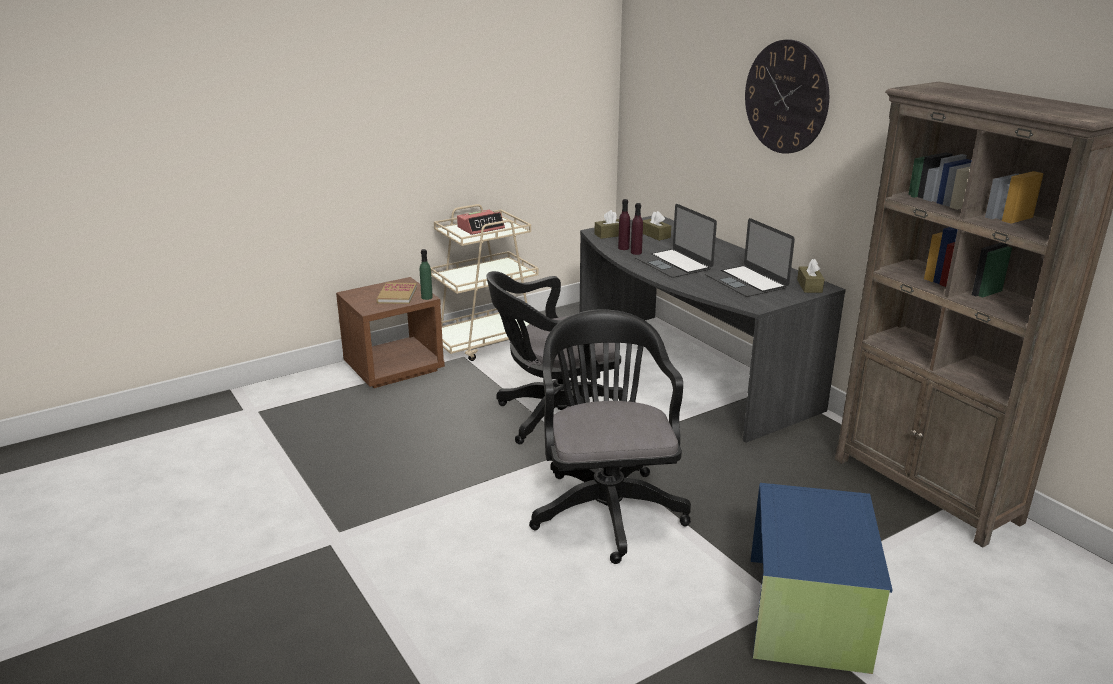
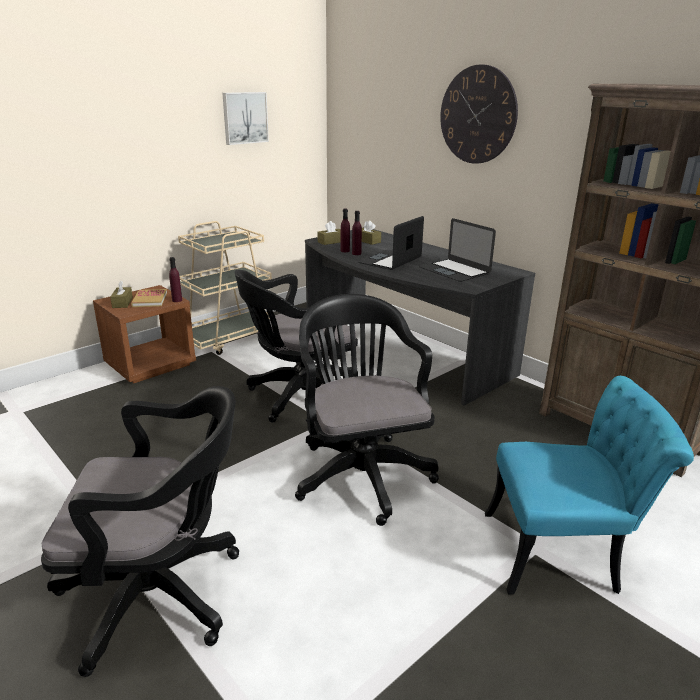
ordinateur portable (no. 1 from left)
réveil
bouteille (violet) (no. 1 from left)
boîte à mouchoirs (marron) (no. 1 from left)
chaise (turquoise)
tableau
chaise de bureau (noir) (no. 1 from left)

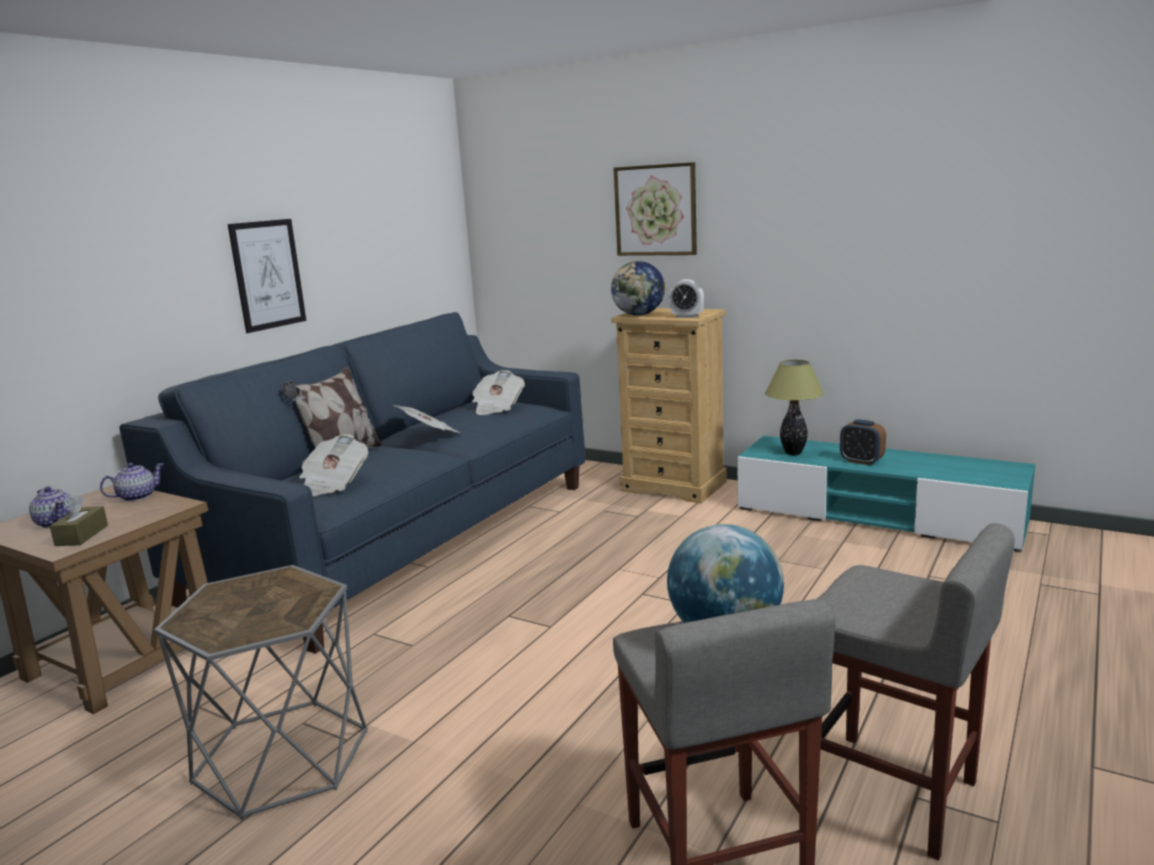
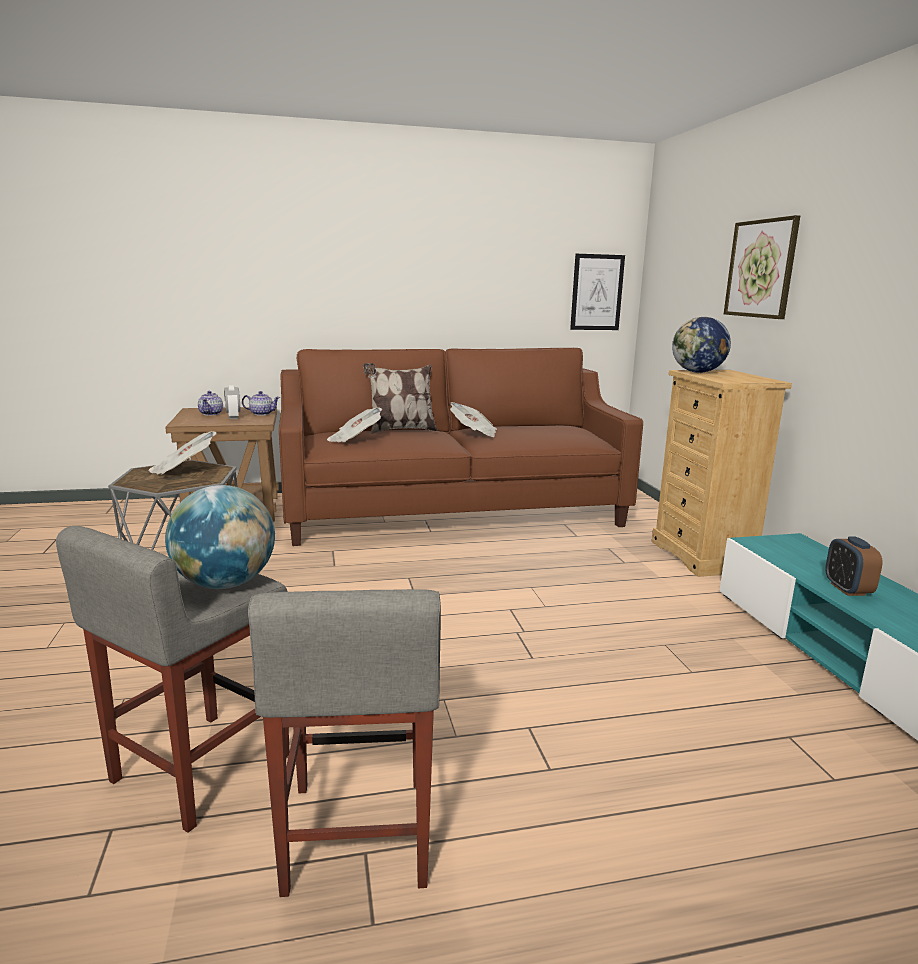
tableau (no. 1 from left)
réveil (no. 1 from left)
canapé (marron)
lampe de table
journal (no. 1 from left)
boîte à mouchoirs (marron)

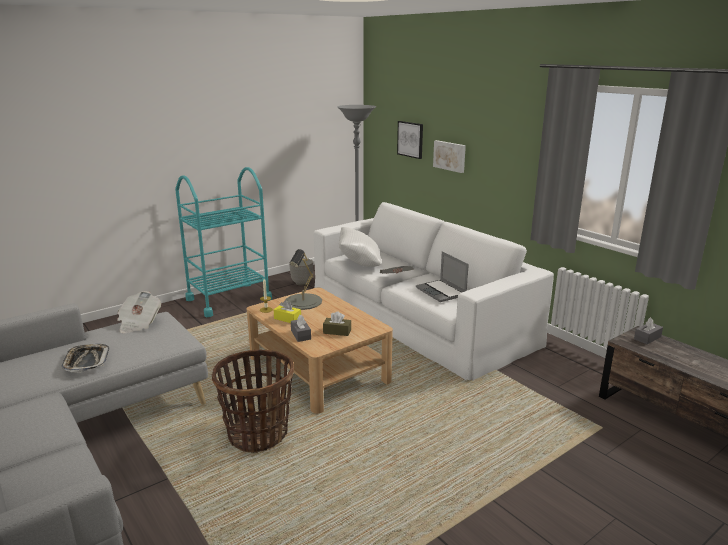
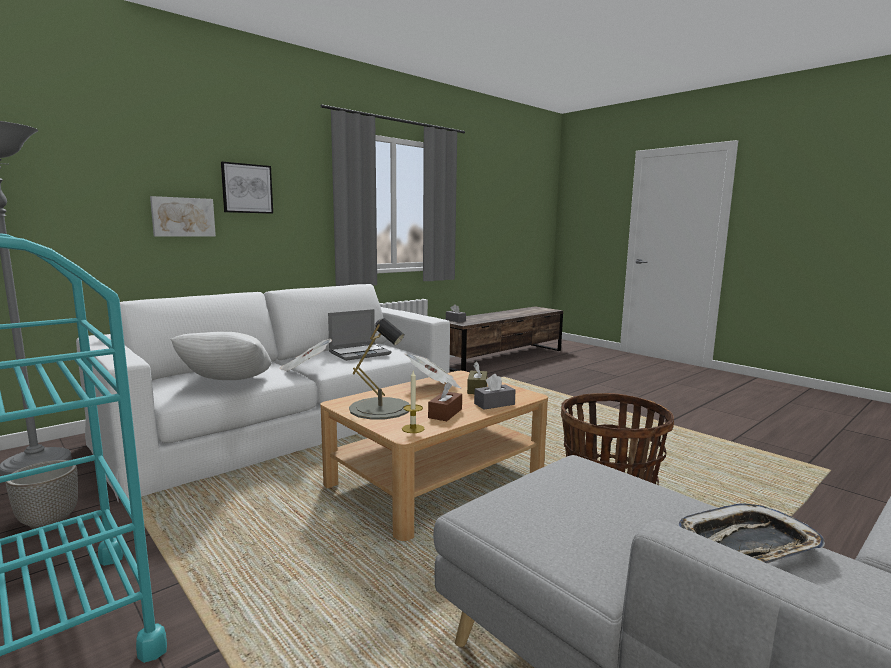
tableau (no. 2 from left)
journal (no. 2 from left)
boîte à mouchoirs (marron) (no. 1 from left)

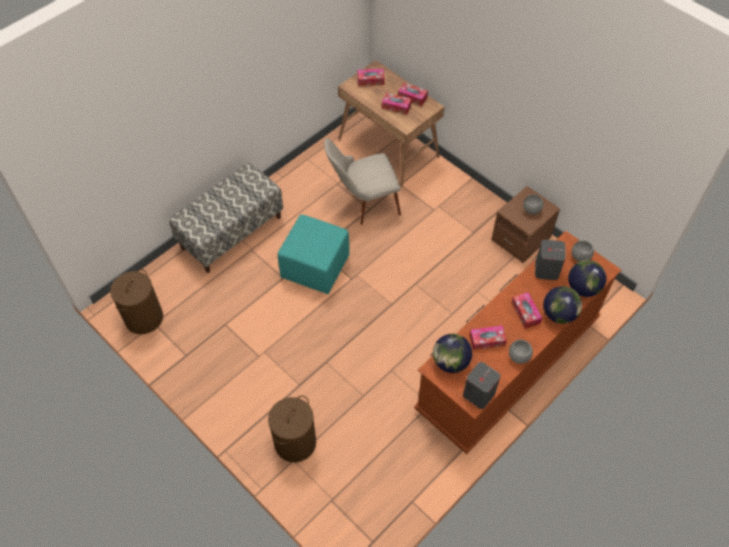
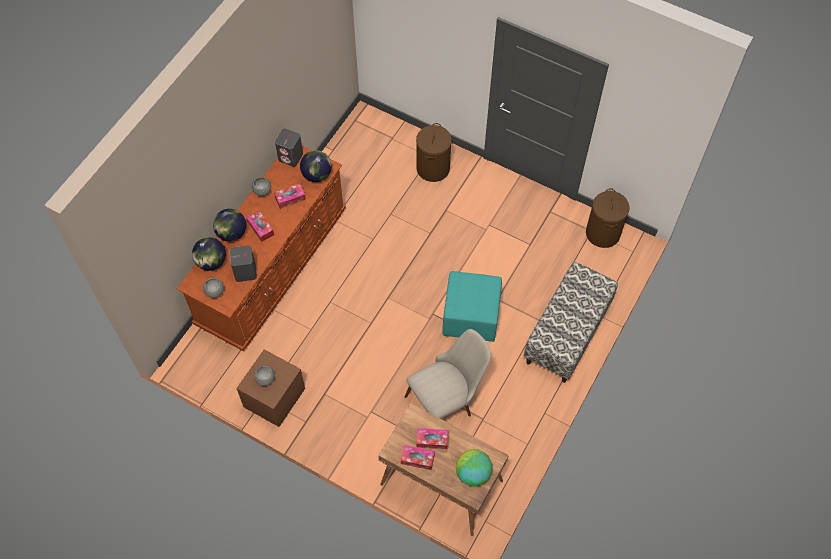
globe (no. 4 from left)

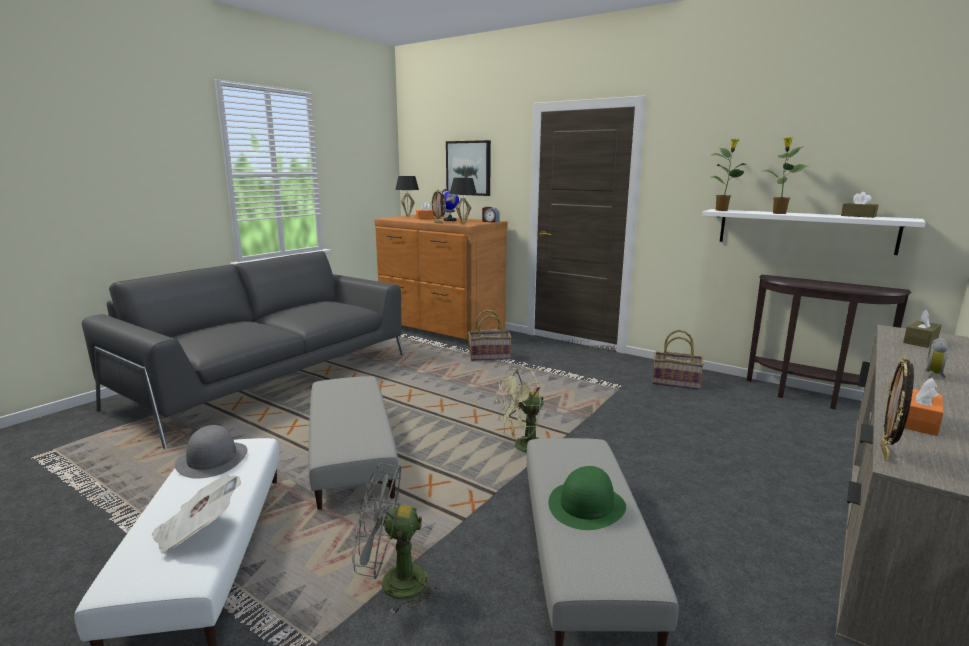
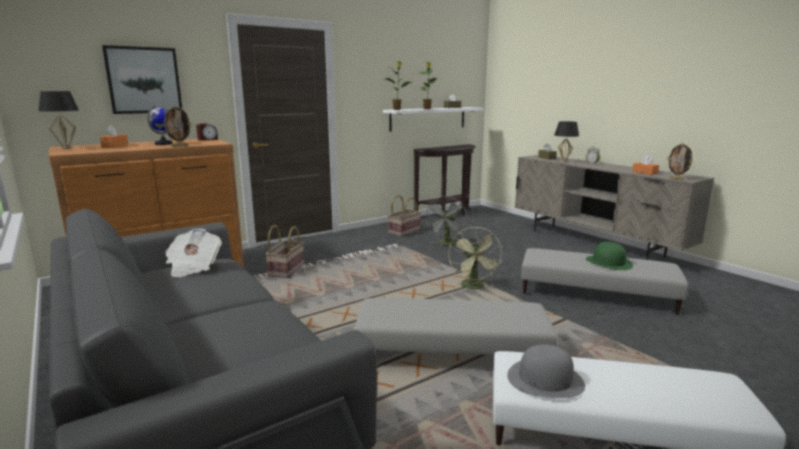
lampe de table (noir) (no. 2 from left)
ventilateur (gris)
journal

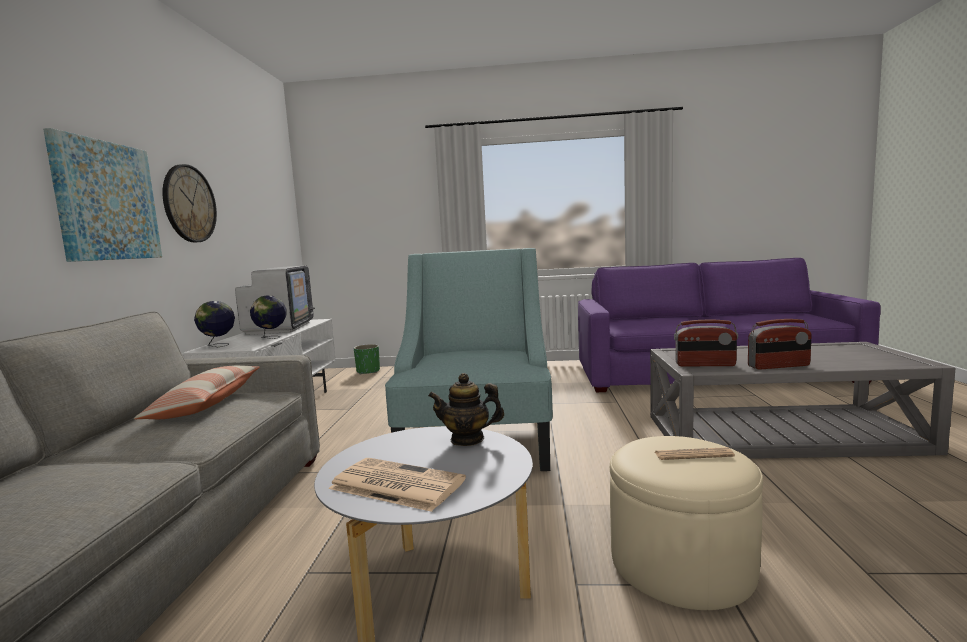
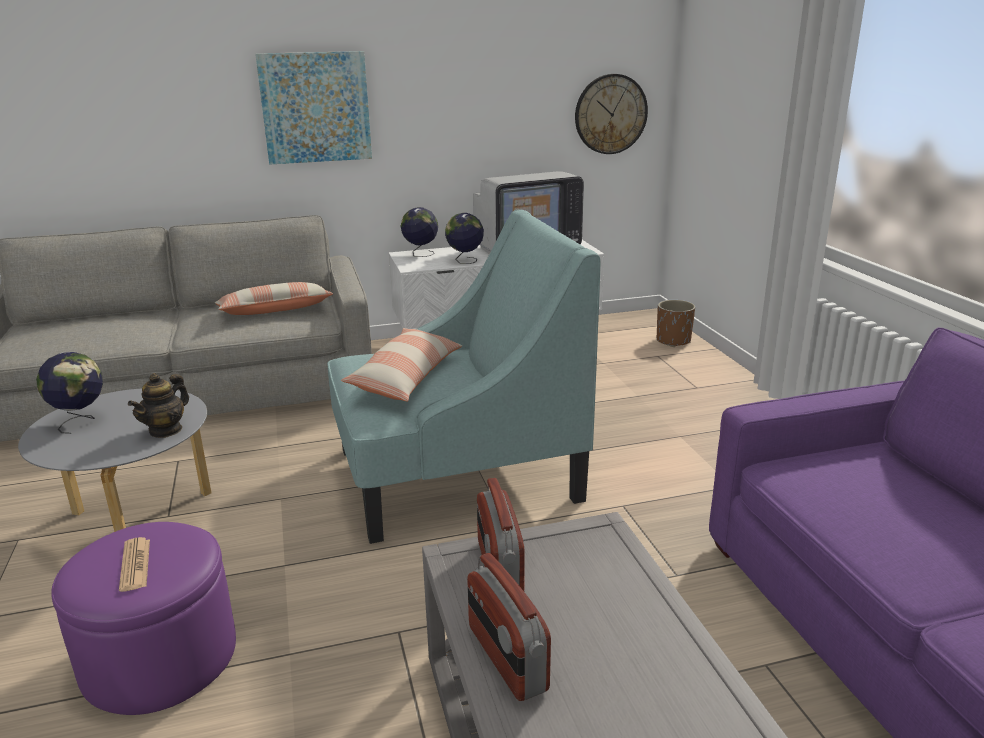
horloge murale
cache-pot (marron)
théière
pouf (violet)
globe (no. 1 from left)
coussin (no. 2 from left)

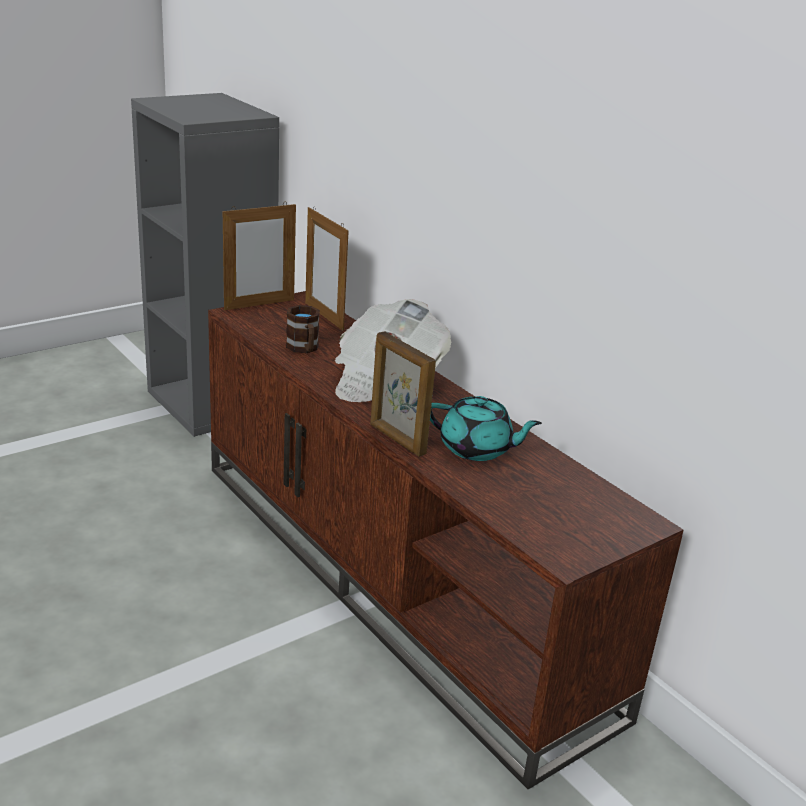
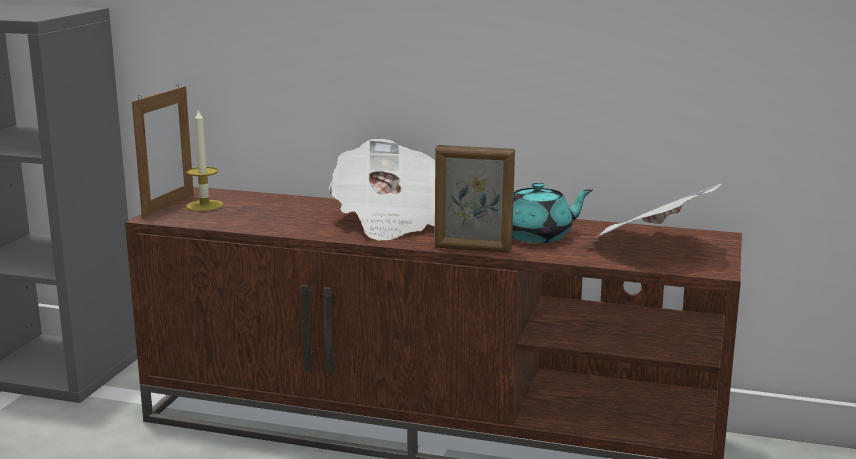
cadre photo (no. 2 from left in the first image)
mug (marron)
bougie
journal (no. 2 from left)

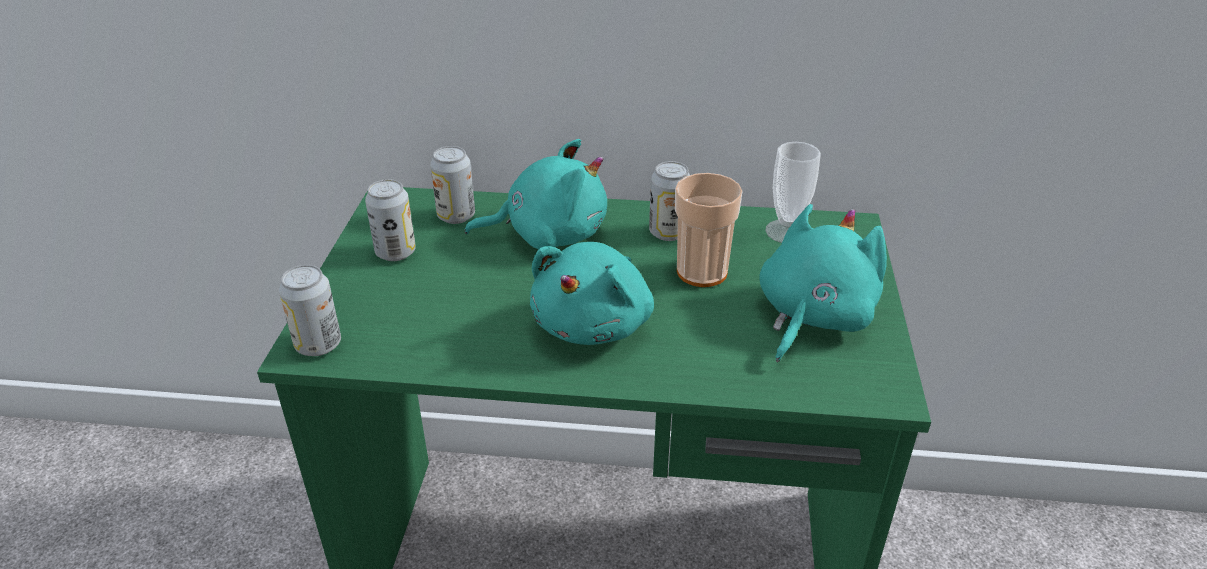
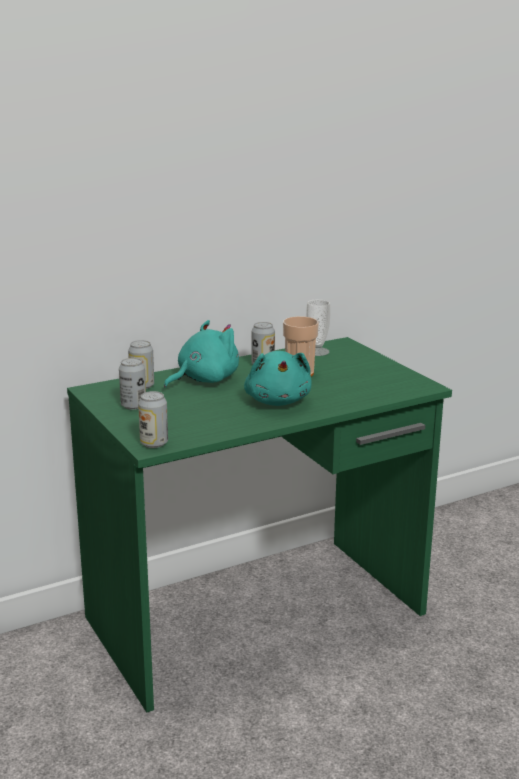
peluche (turquoise) (no. 3 from left in the first image)

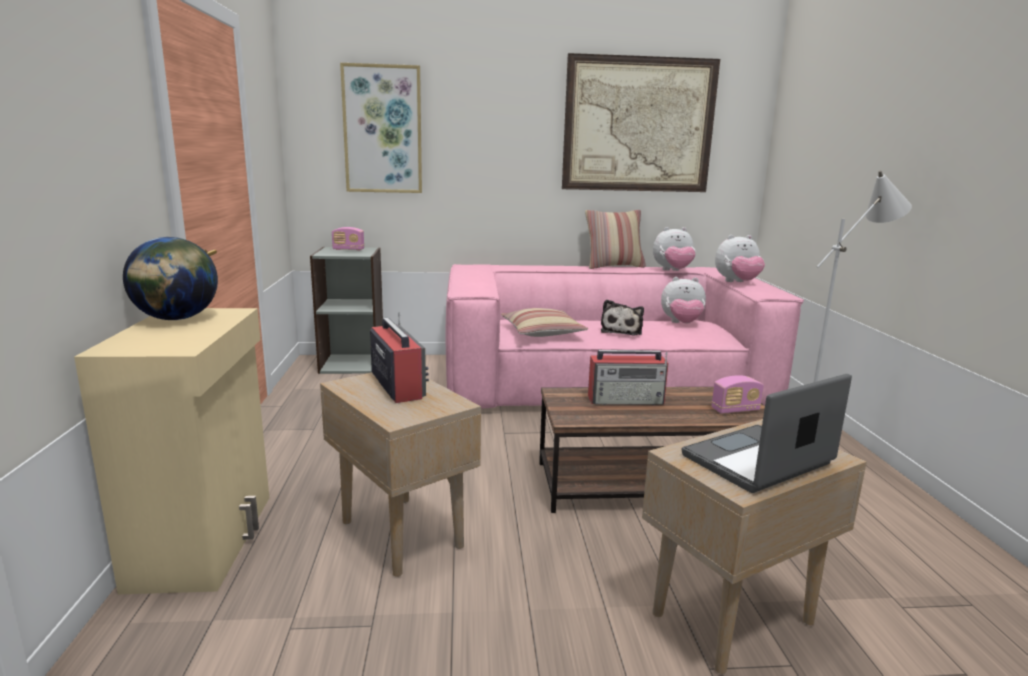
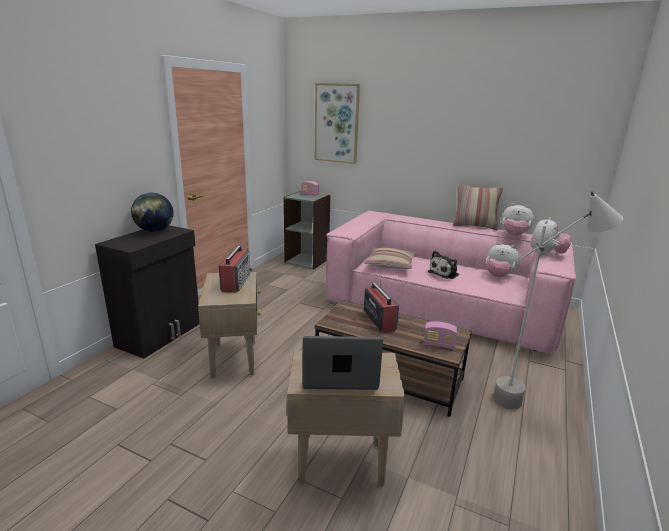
tableau (no. 2 from left in the first image)
peluche (no. 4 from left)
meuble de rangement (noir)
radio (no. 3 from left)

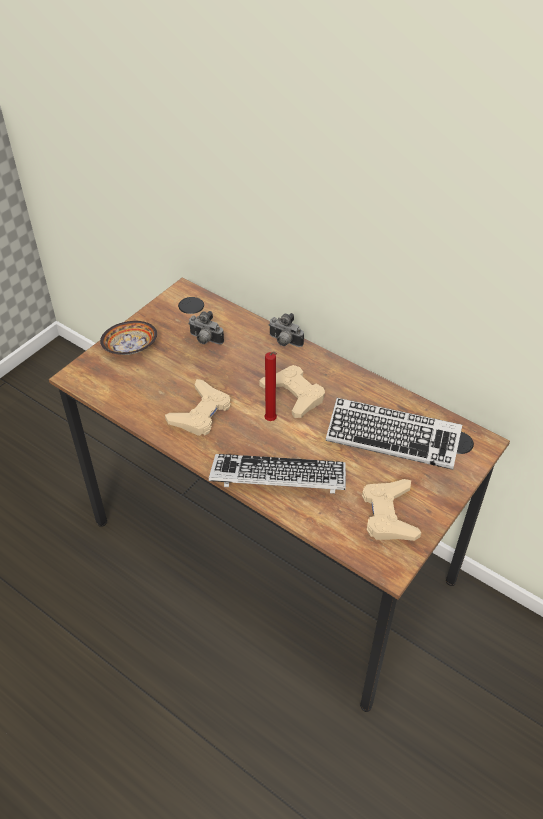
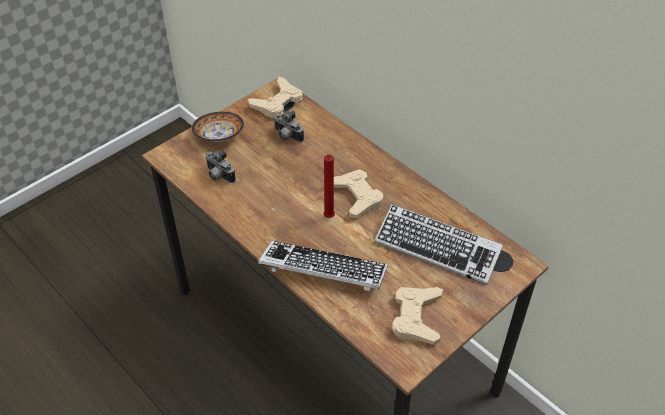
appareil photo (no. 1 from left)
manette (beige) (no. 1 from left)

